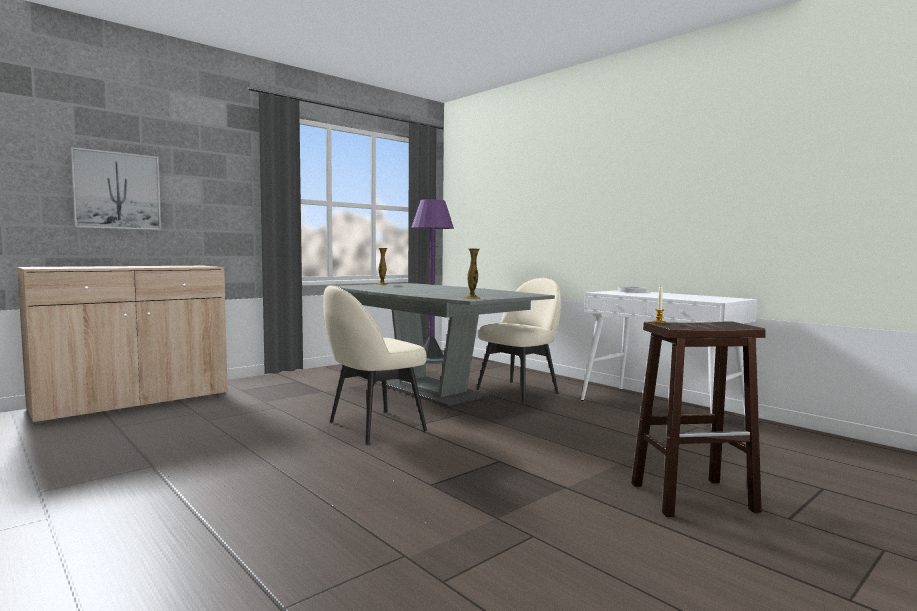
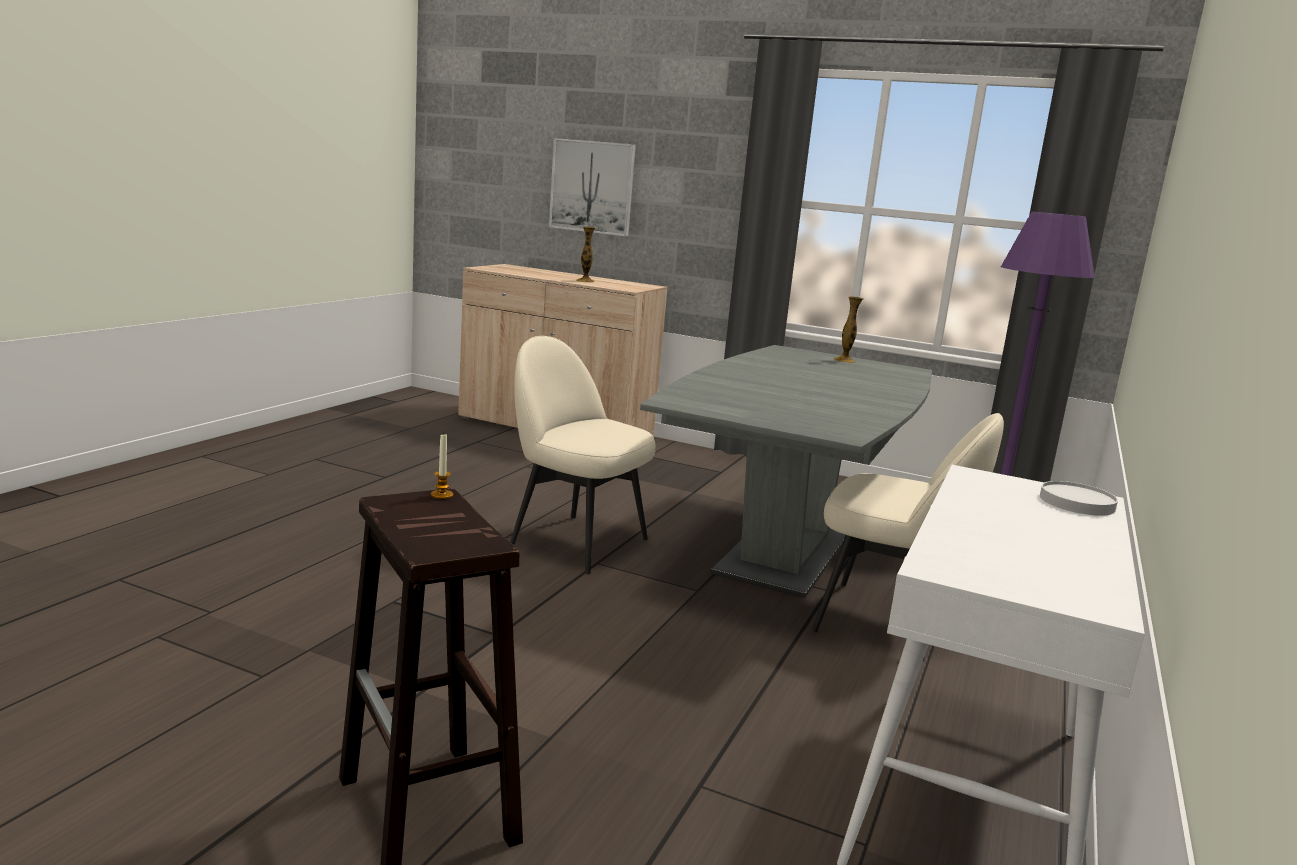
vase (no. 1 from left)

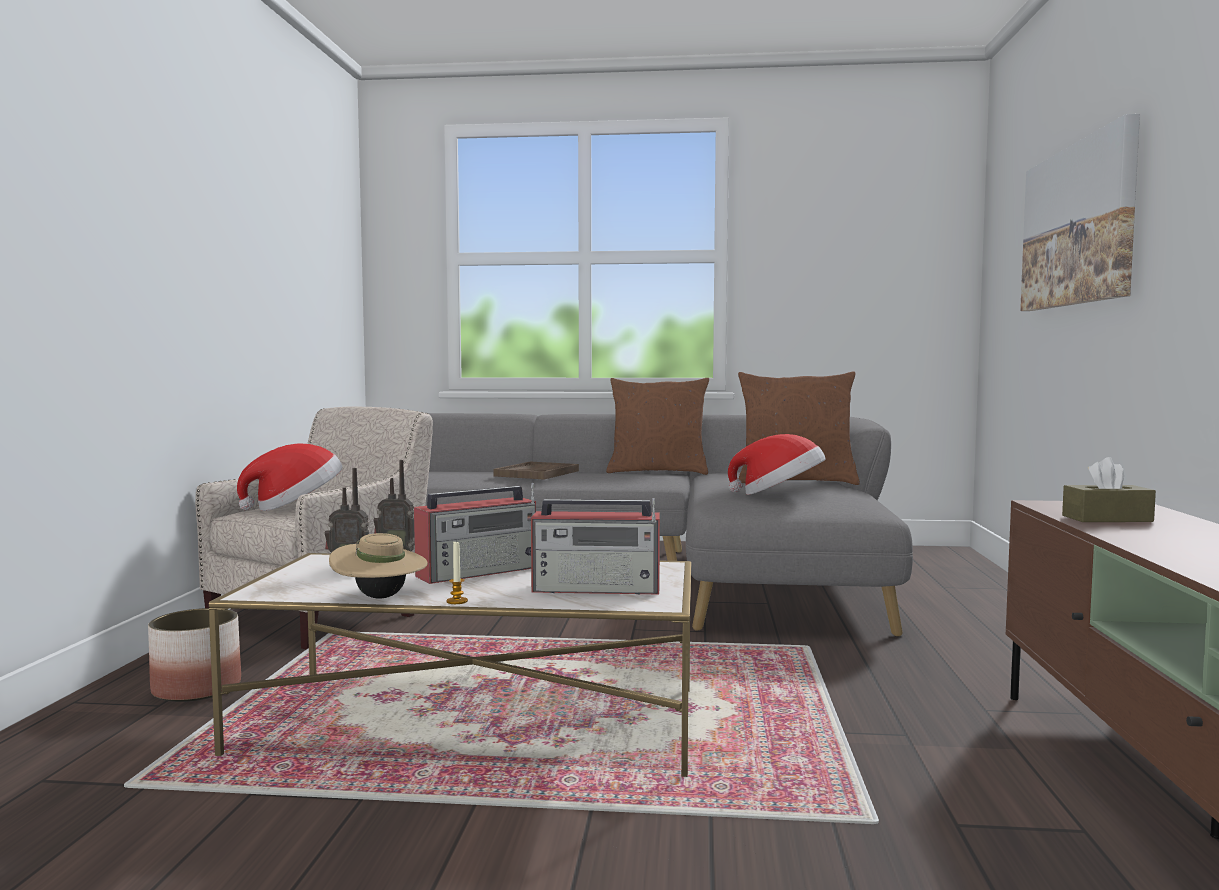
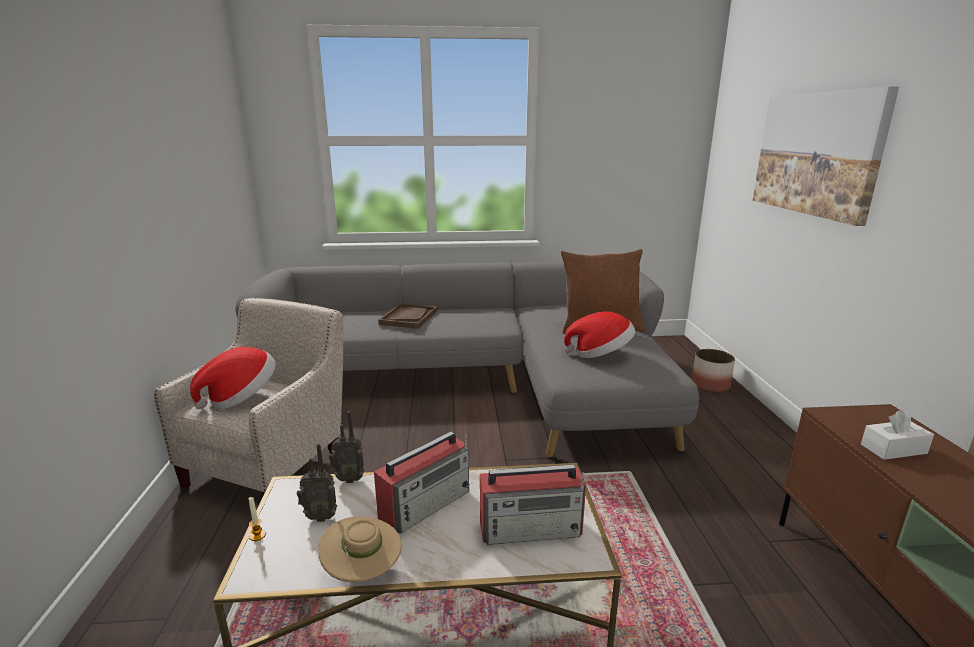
coussin (marron) (no. 1 from left in the first image)
boîte à mouchoirs (blanc)
bougie
cache-pot

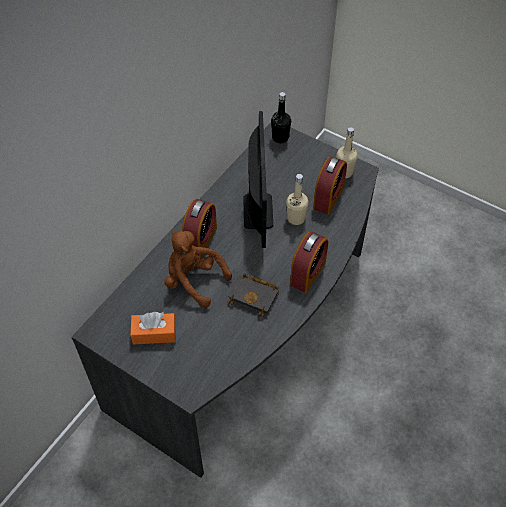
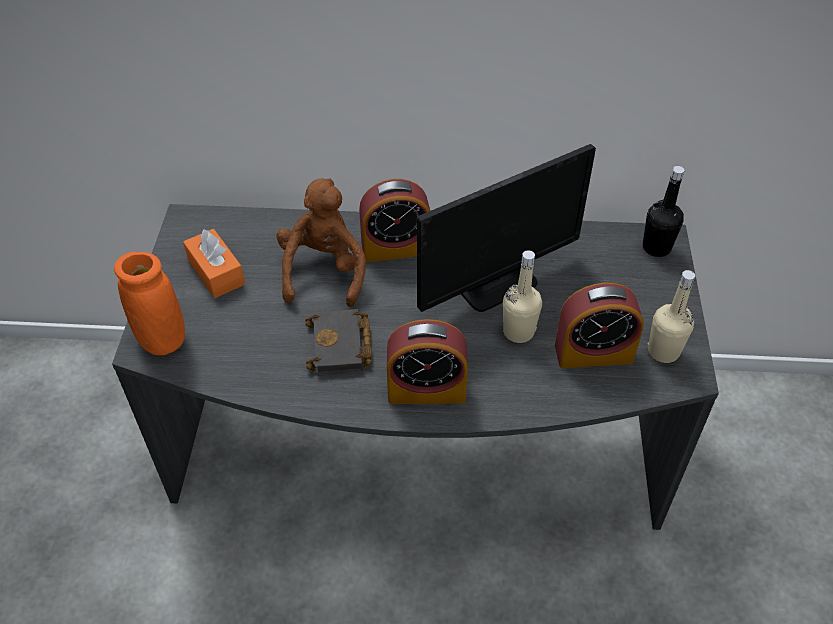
vase (orange)

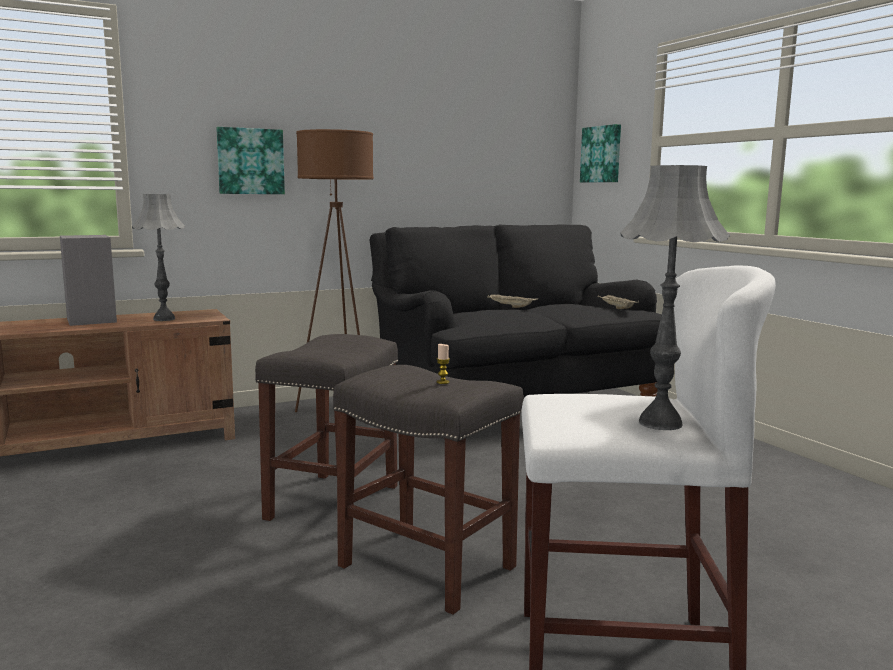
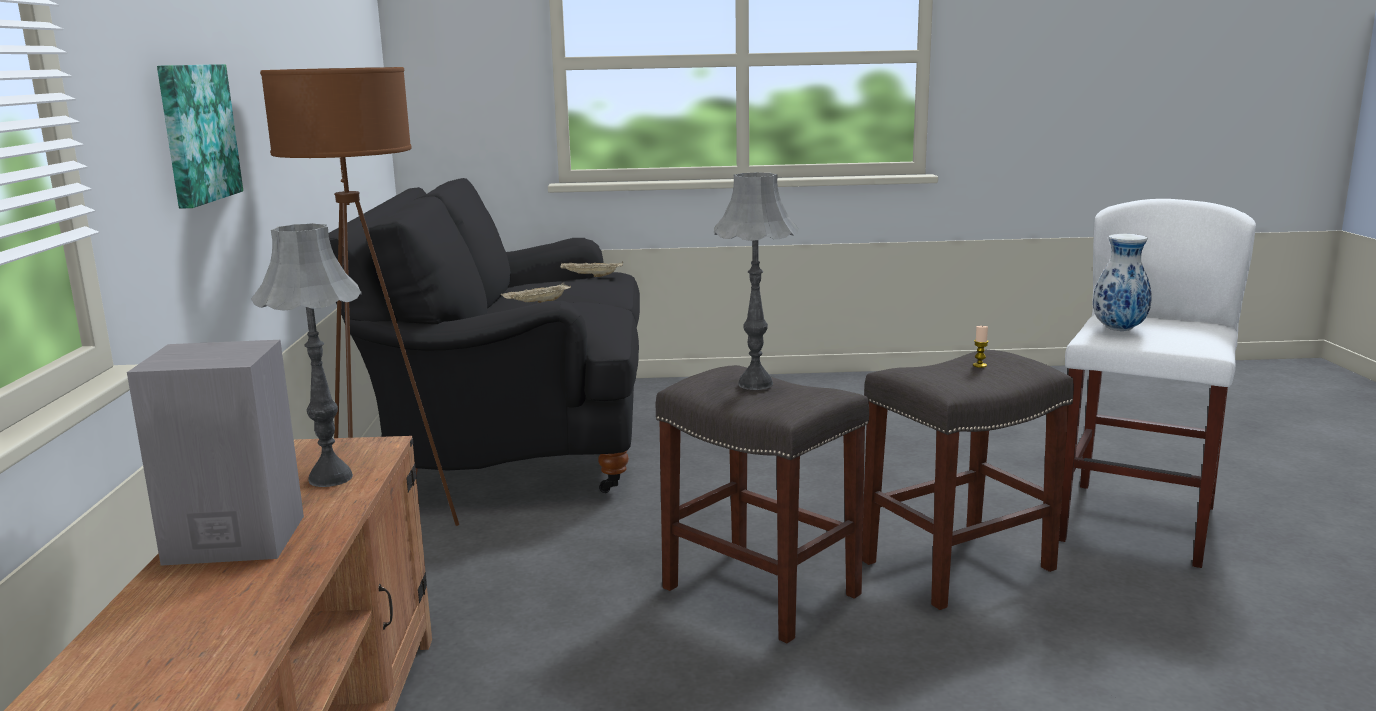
tableau (no. 2 from left in the first image)
lampe de table (gris) (no. 2 from left)
vase

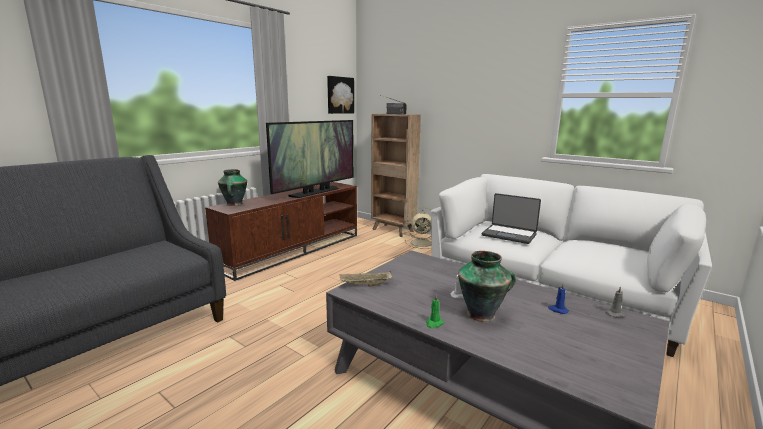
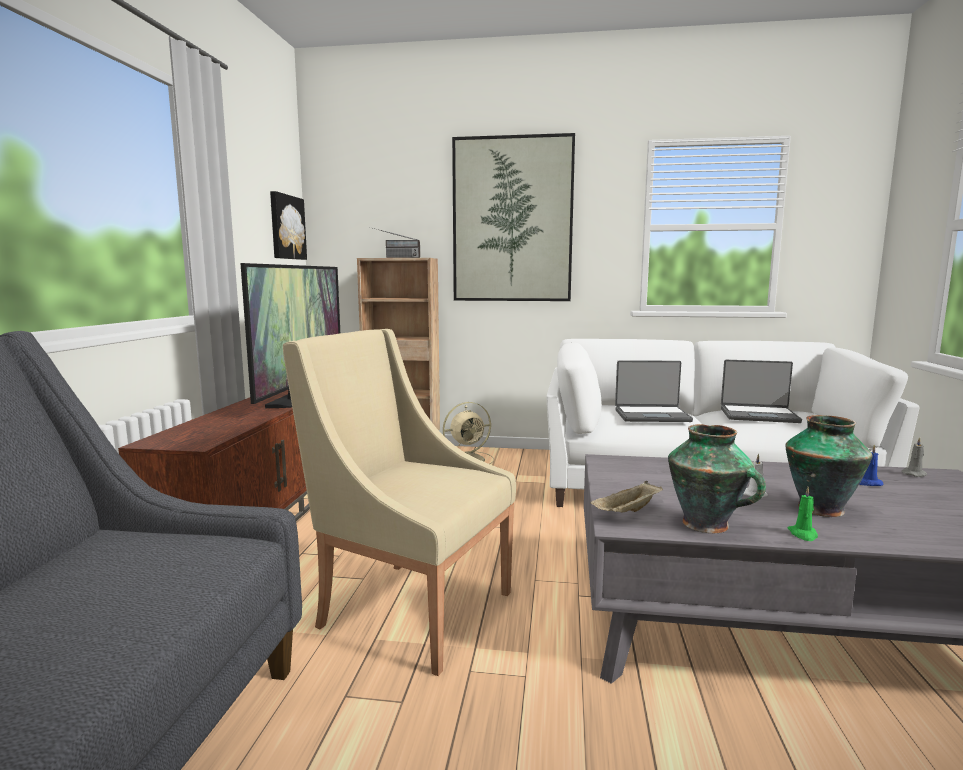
vase (no. 1 from left)
tableau (no. 2 from left)
fauteuil (beige)
ordinateur portable (no. 2 from left)

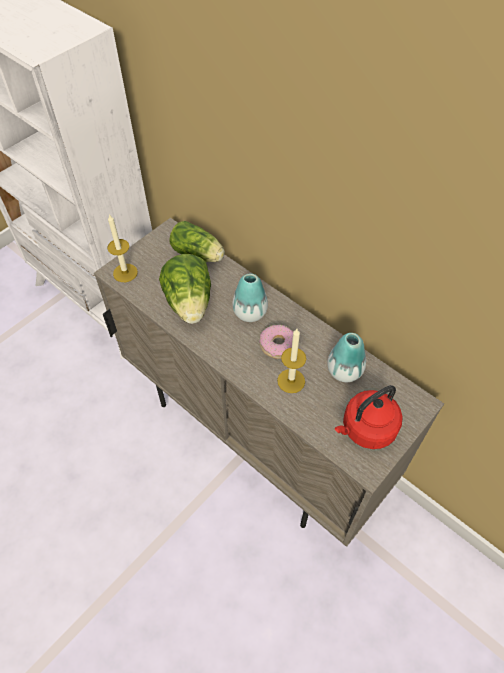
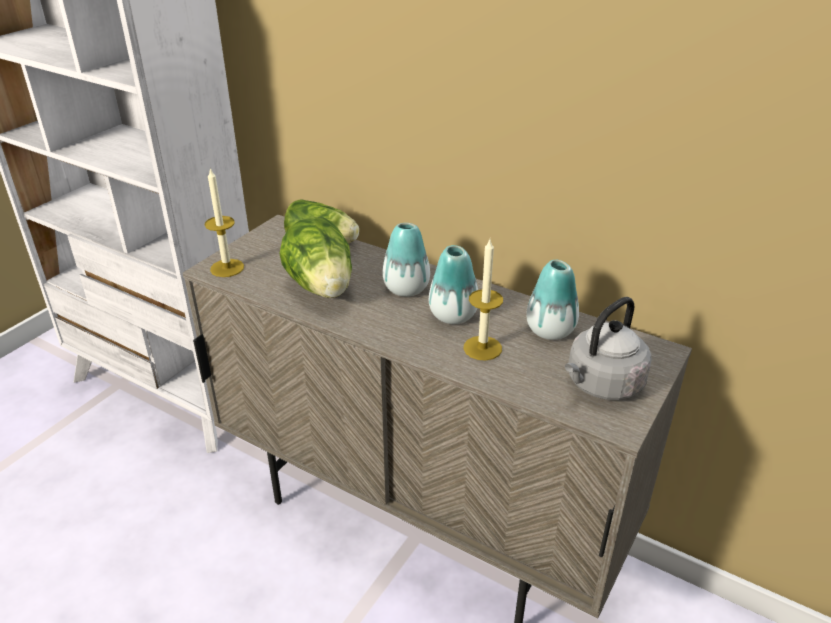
vase (no. 2 from left)
bouilloire (gris)

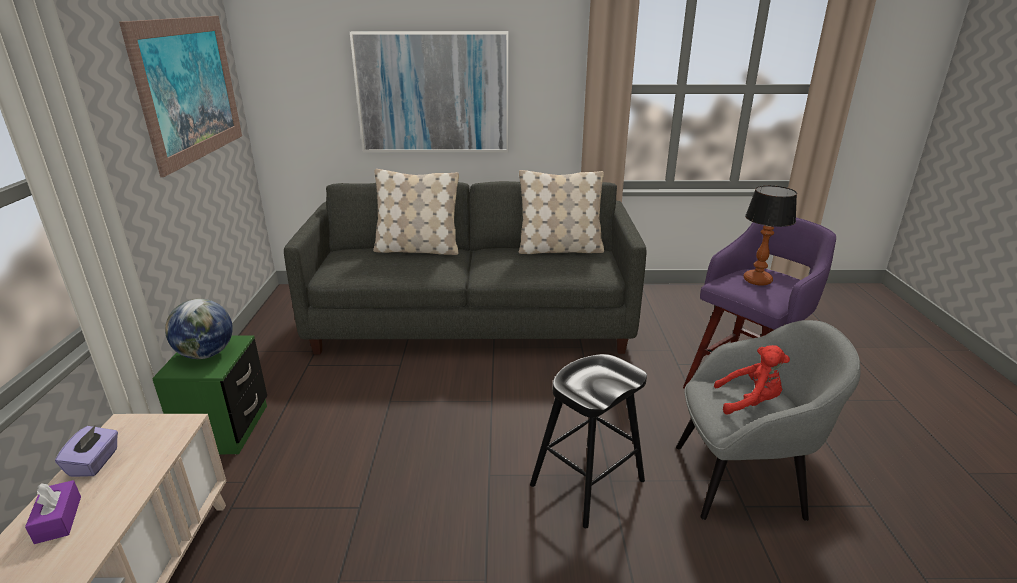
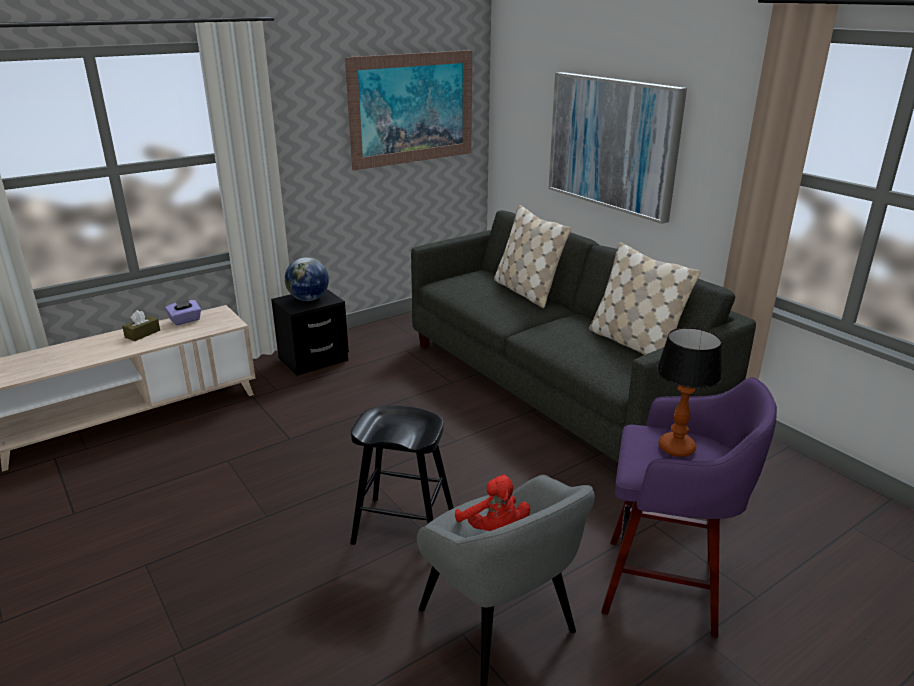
table de chevet (noir)
boîte à mouchoirs (marron)

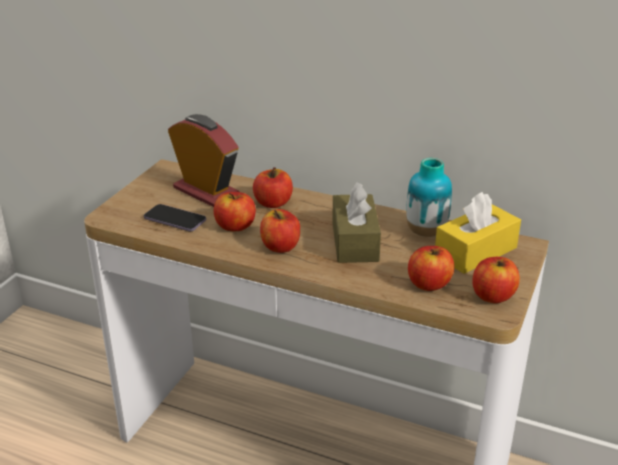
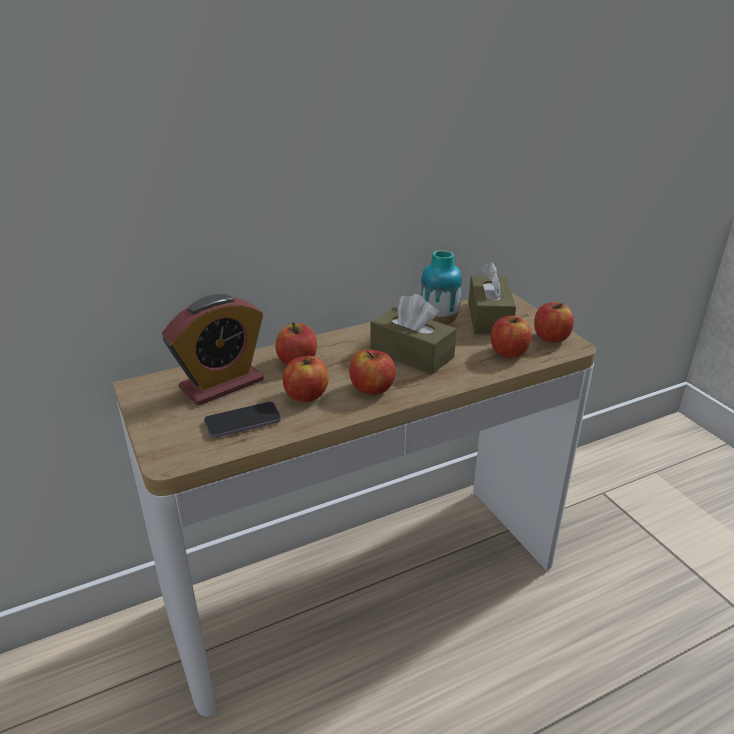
réveil
boîte à mouchoirs (marron) (no. 2 from left)

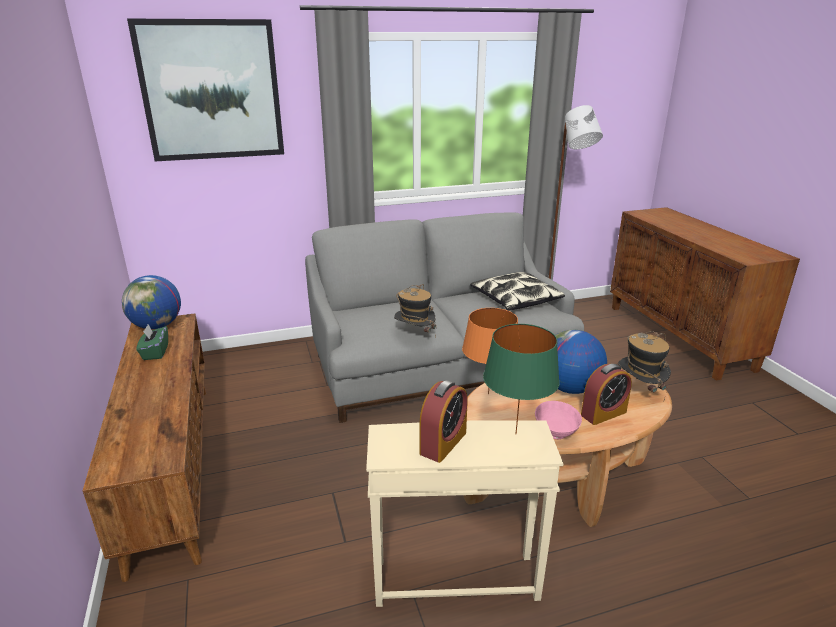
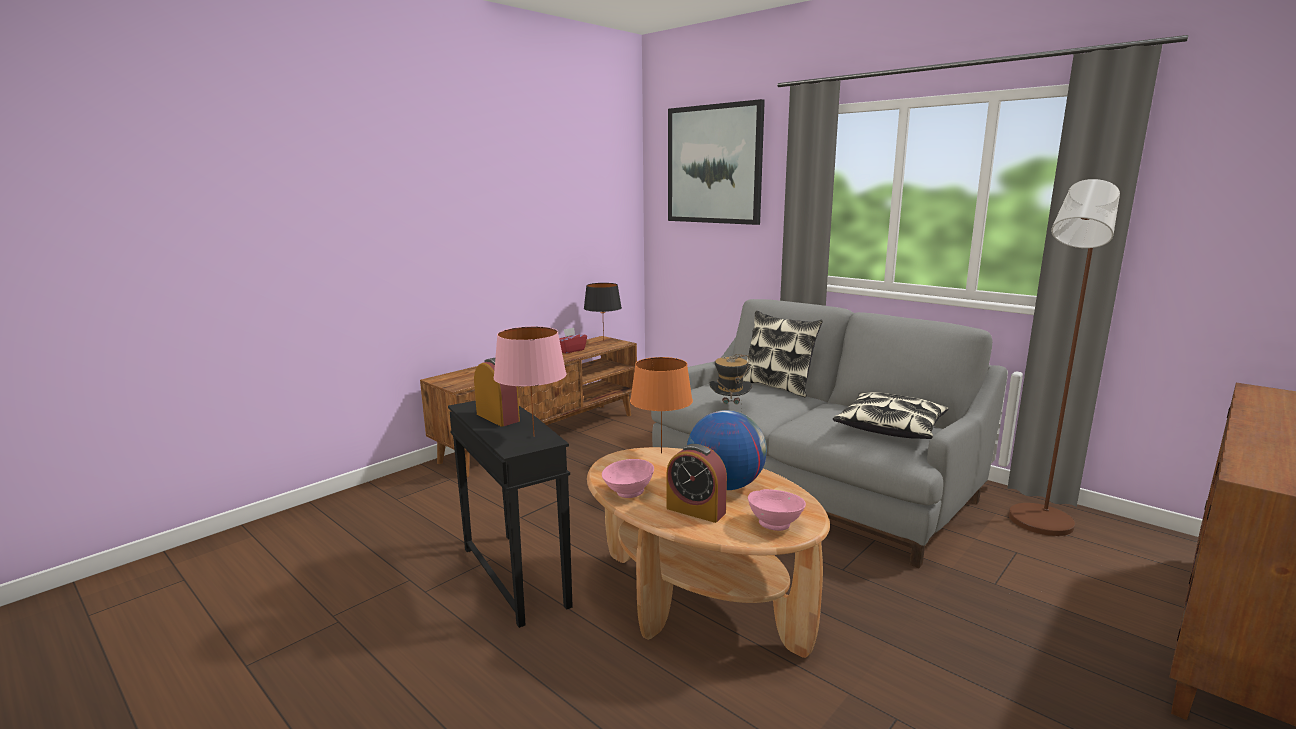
lampe de table (noir)
boîte à mouchoirs (rouge)
lampe de table (rose)
bol (rose) (no. 2 from left)
réveil (no. 1 from left)
table d'appoint (noir)
coussin (no. 1 from left)

